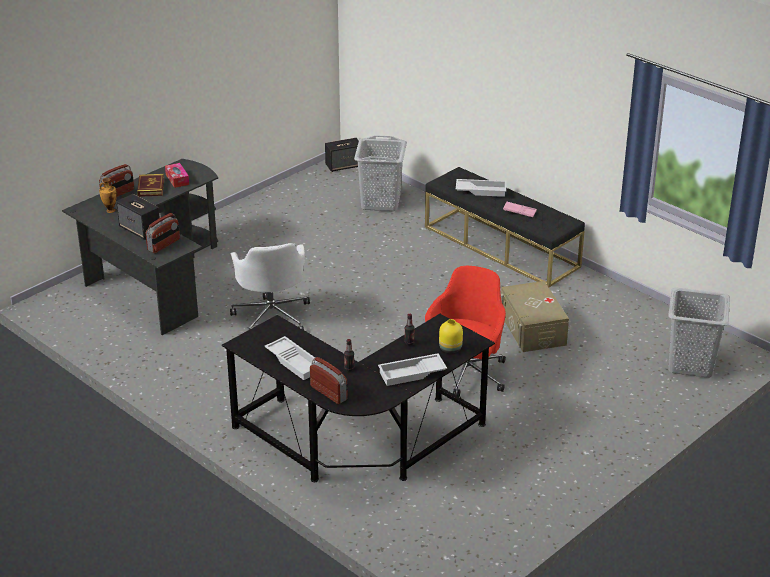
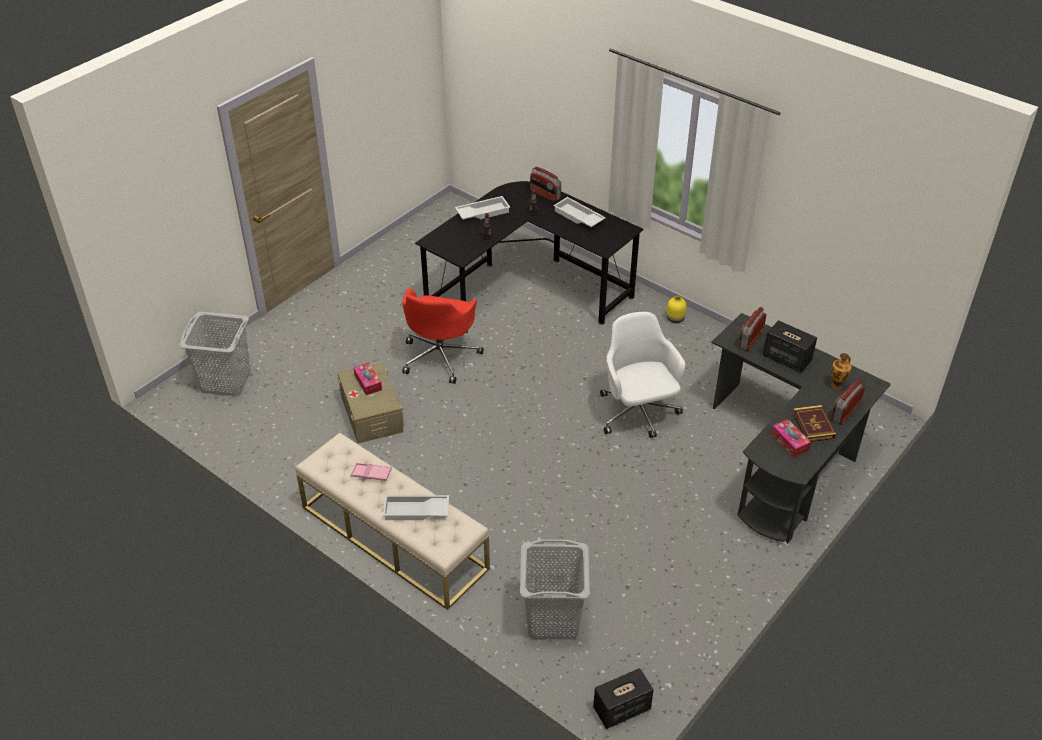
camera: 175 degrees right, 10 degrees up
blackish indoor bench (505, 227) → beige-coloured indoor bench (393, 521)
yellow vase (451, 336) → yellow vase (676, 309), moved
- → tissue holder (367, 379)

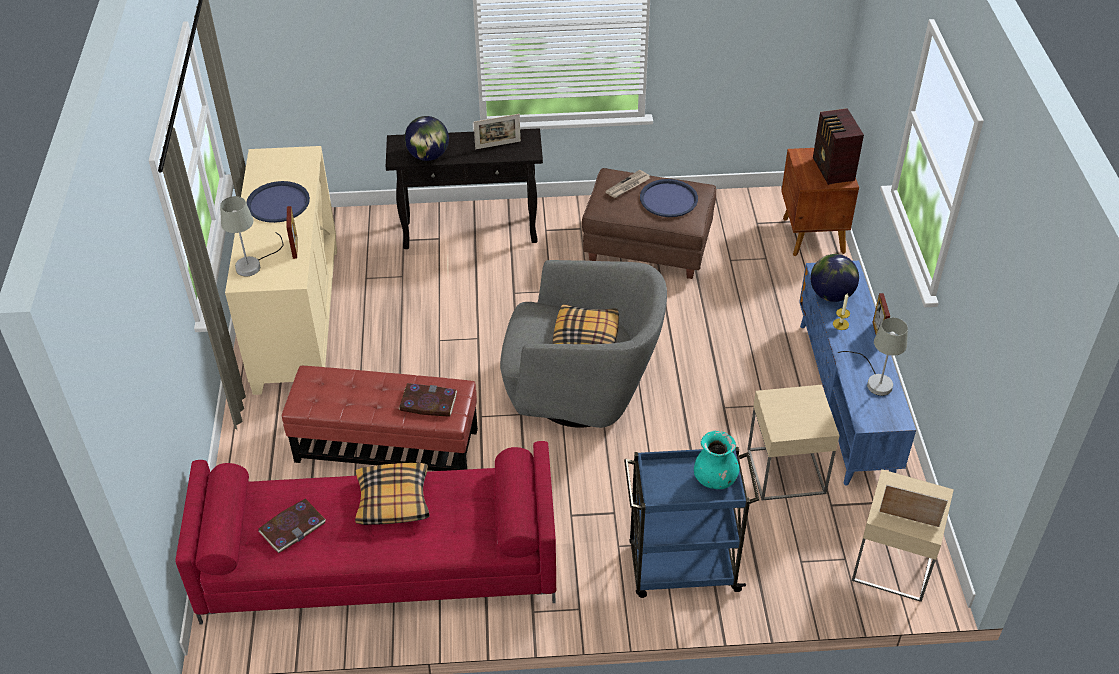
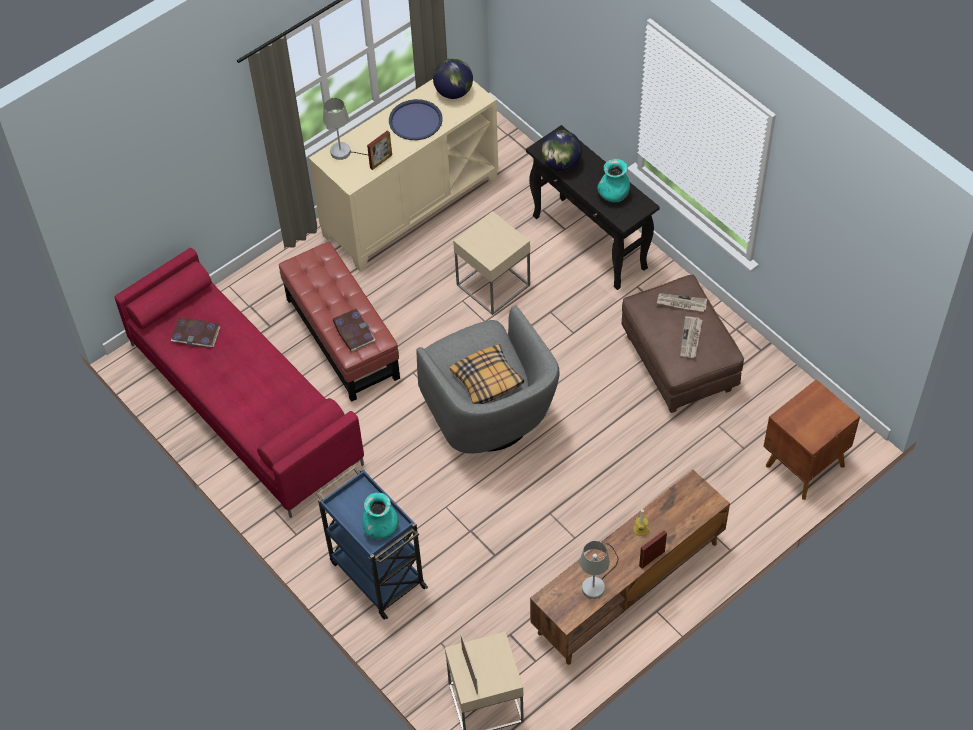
camera: 55 degrees right, 10 degrees up
cushion (392, 494) → -
photo frame (497, 131) → turquoise vase (614, 180)
bluish carrying tray (669, 198) → daily paper (691, 337)
beige-coloured end table (793, 443) → beige-coloured end table (491, 263), moved
bluish media console (857, 373) → brown media console (630, 567)
world globe (834, 278) → world globe (453, 78), moved
radio set (838, 146) → -

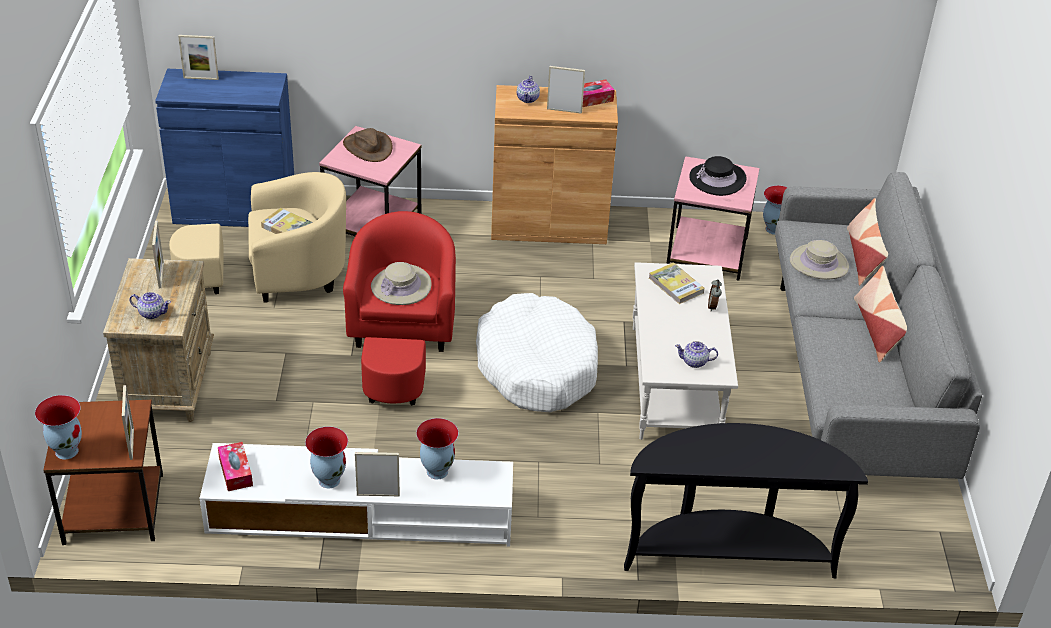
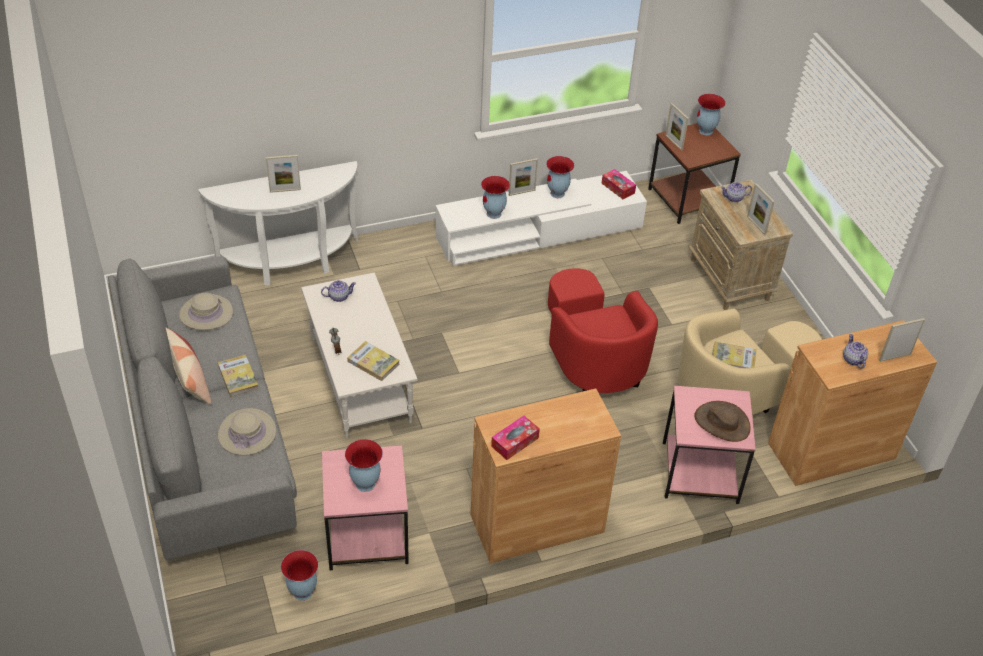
camera: 160 degrees right, 5 degrees up
bluish cabinet (224, 148) → brown cabinet (852, 403)
beige-coloured wearable hat (401, 283) → beige-coloured wearable hat (206, 311), moved
white-coloured dog cushion (537, 352) → -
pot for tea (528, 89) → pot for tea (855, 351), moved
photo frame (566, 90) → photo frame (283, 174), moved
blackish hall table (746, 500) → white-coloured hall table (278, 223)
blackish wearable hat (718, 176) → vase (364, 465)
cushion (867, 242) → -
- → volume (238, 376)

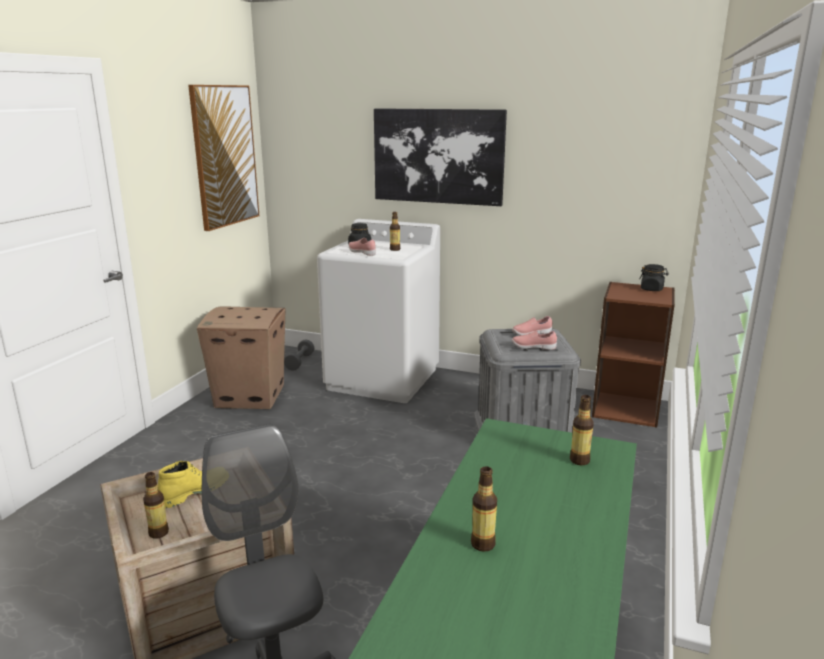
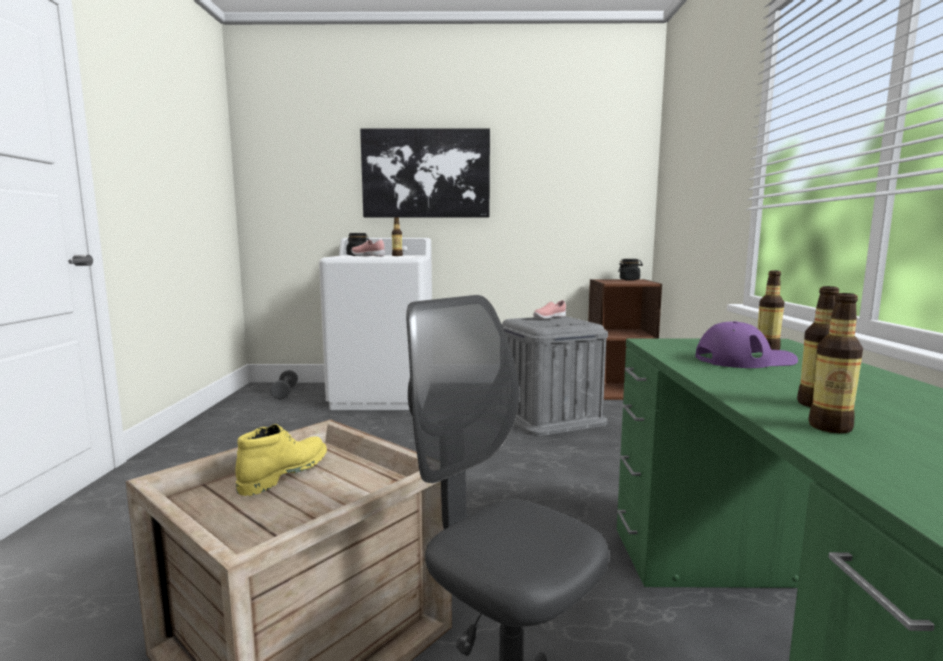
camera: 20 degrees left, 10 degrees down
beverage bottle (156, 505) → beverage bottle (835, 363), moved
picture (223, 158) → -
cardboard box (241, 357) → -
pink-coloured low shoe (534, 340) → -
- → purplish cap (746, 344)

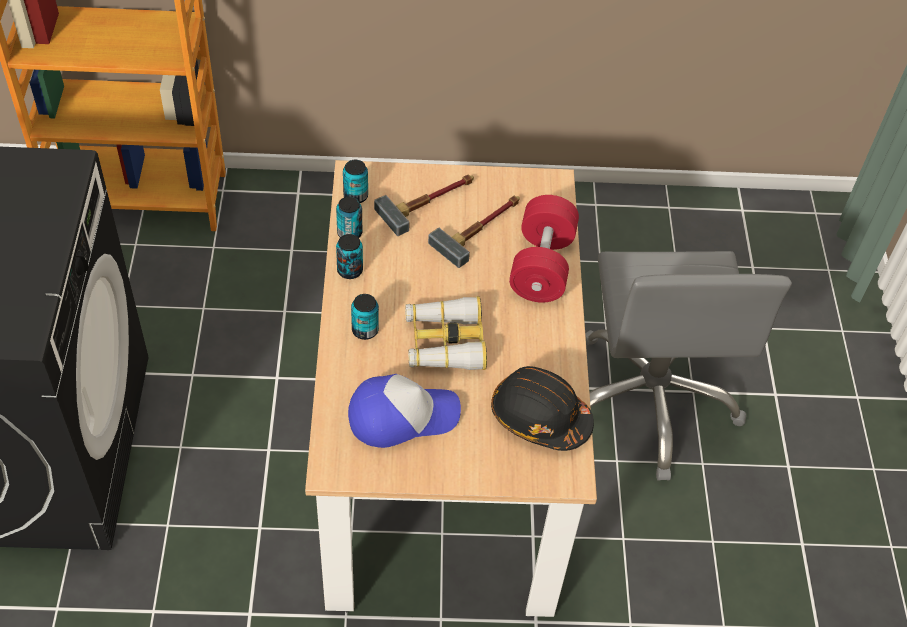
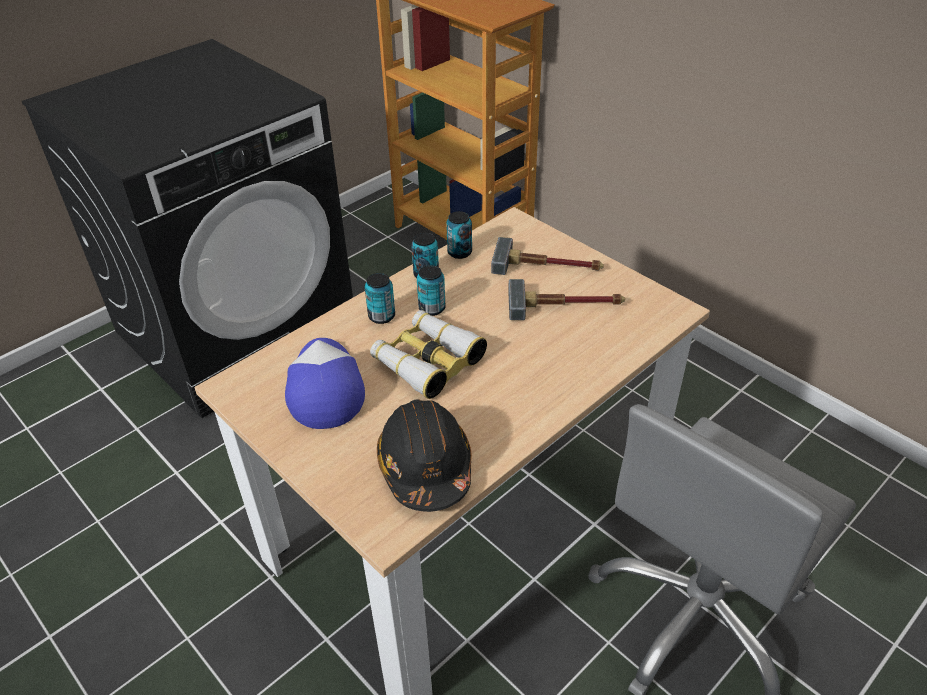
camera: 50 degrees right, 10 degrees down
sealed can (355, 181) → sealed can (431, 290), moved
cap (404, 411) → cap (325, 383), 135 degrees counterclockwise
red-coloured free weight (544, 249) → -

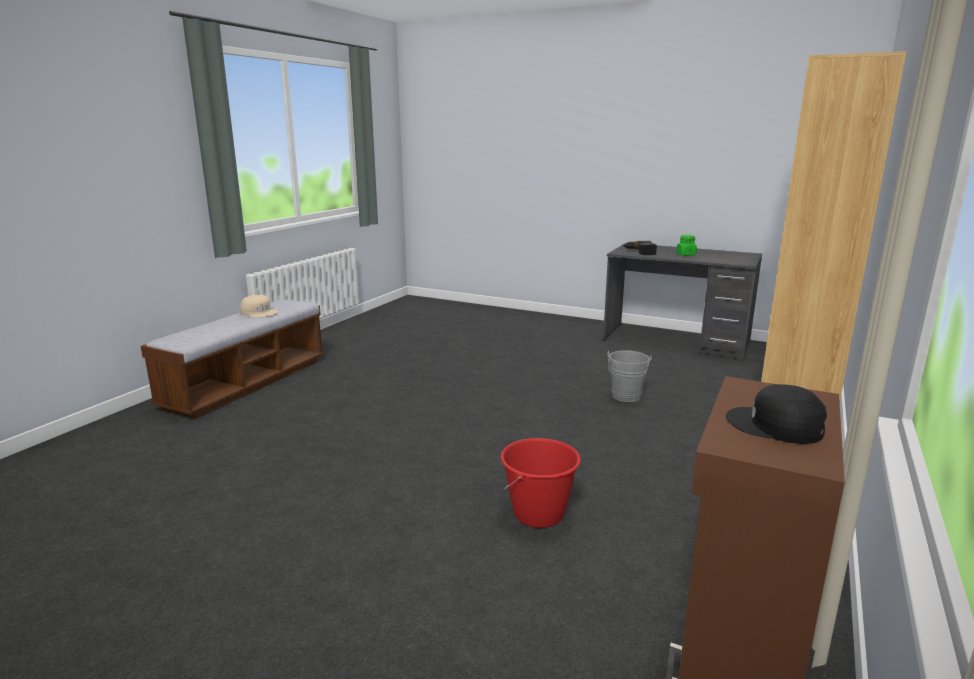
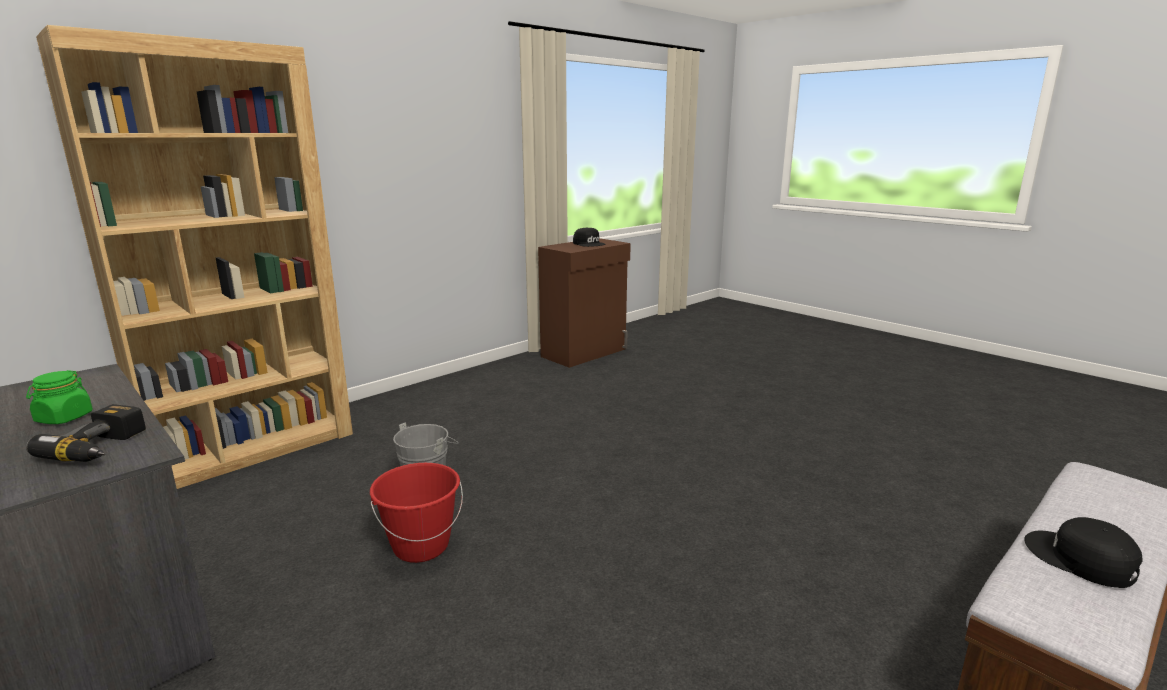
camera: 160 degrees left, 0 degrees up
beige-coloured cap (259, 306) → blackish cap (1084, 552)
red-coloured water bucket (541, 483) → red-coloured water bucket (416, 513), moved

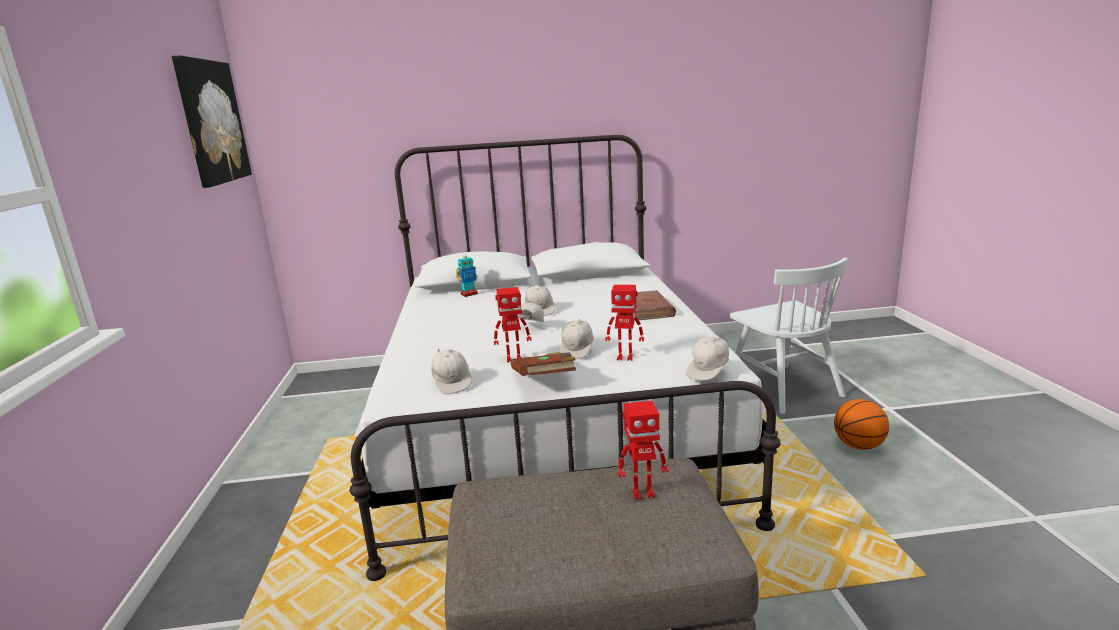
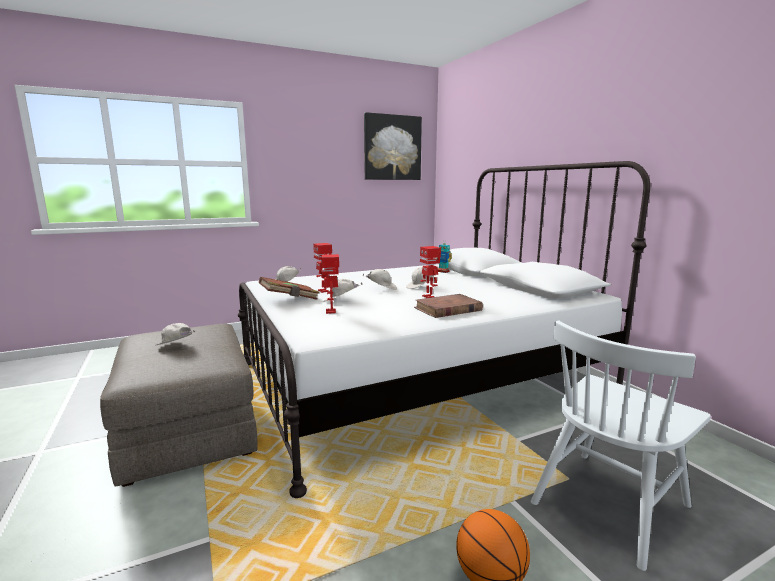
camera: 70 degrees right, 5 degrees down
toy robot (643, 450) → toy robot (430, 272), moved
white-coloured cap (707, 358) → white-coloured cap (175, 334), moved

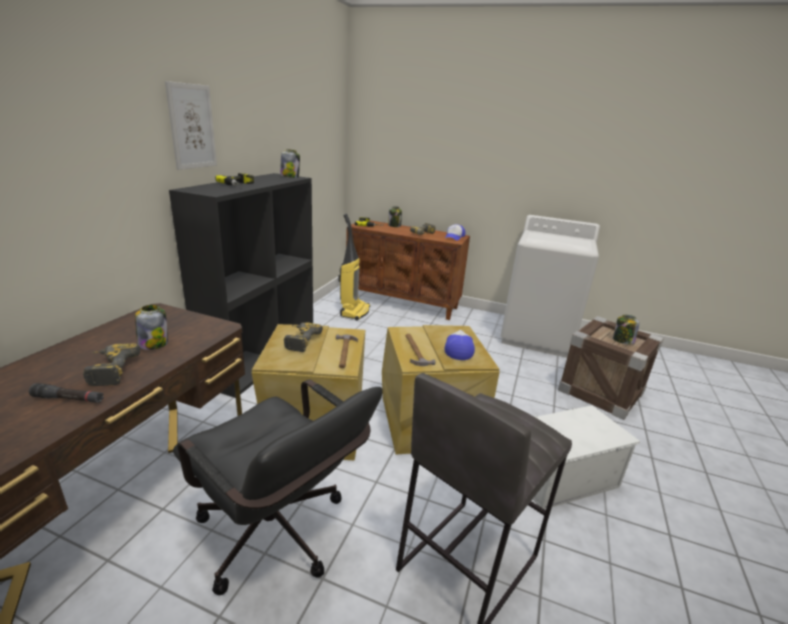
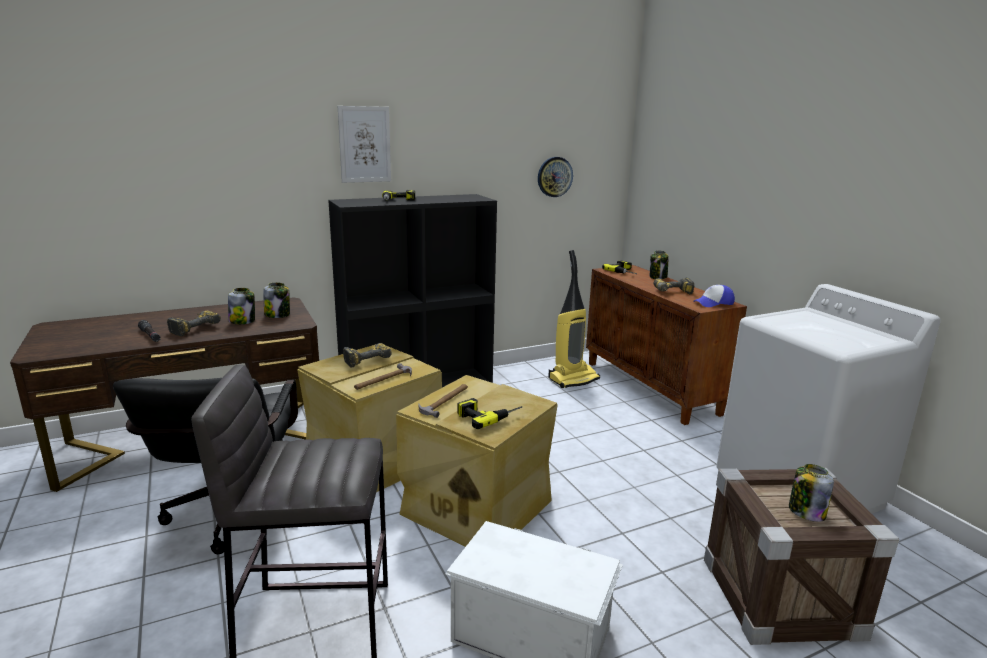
camera: 45 degrees right, 5 degrees down
storage jar (290, 163) → storage jar (276, 300), moved
cap (459, 345) → power drill (489, 413)
- → hanging clock (555, 177)

